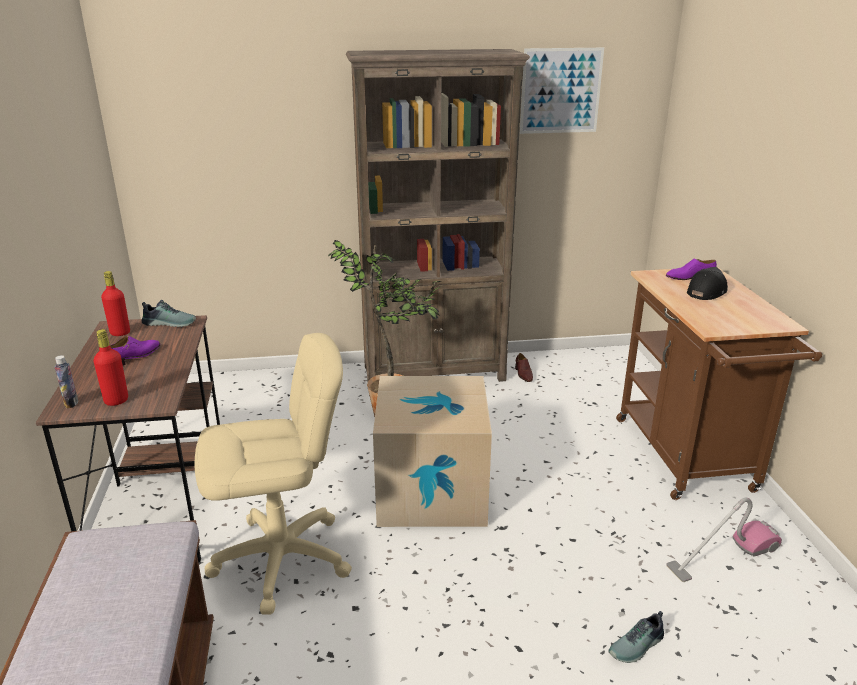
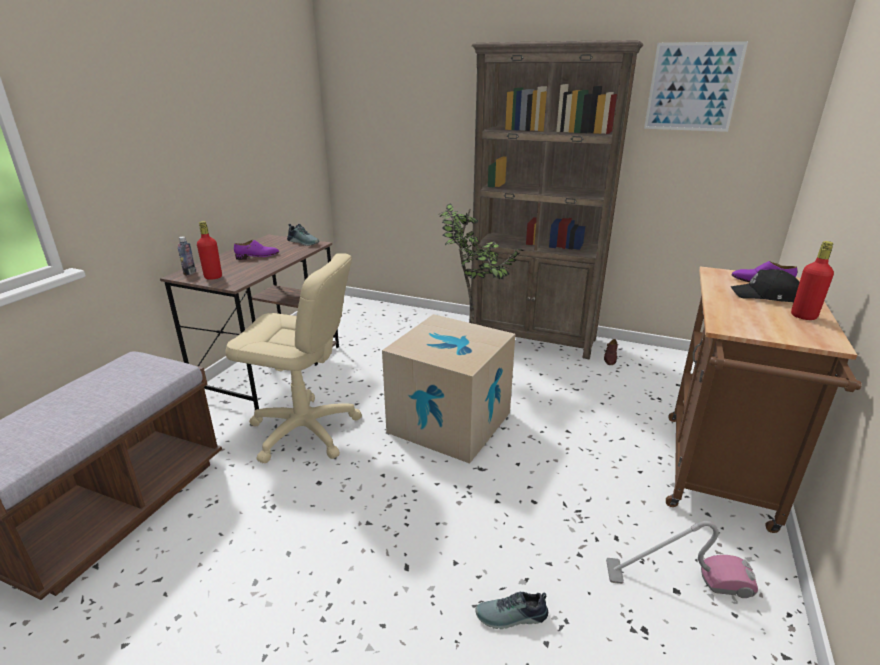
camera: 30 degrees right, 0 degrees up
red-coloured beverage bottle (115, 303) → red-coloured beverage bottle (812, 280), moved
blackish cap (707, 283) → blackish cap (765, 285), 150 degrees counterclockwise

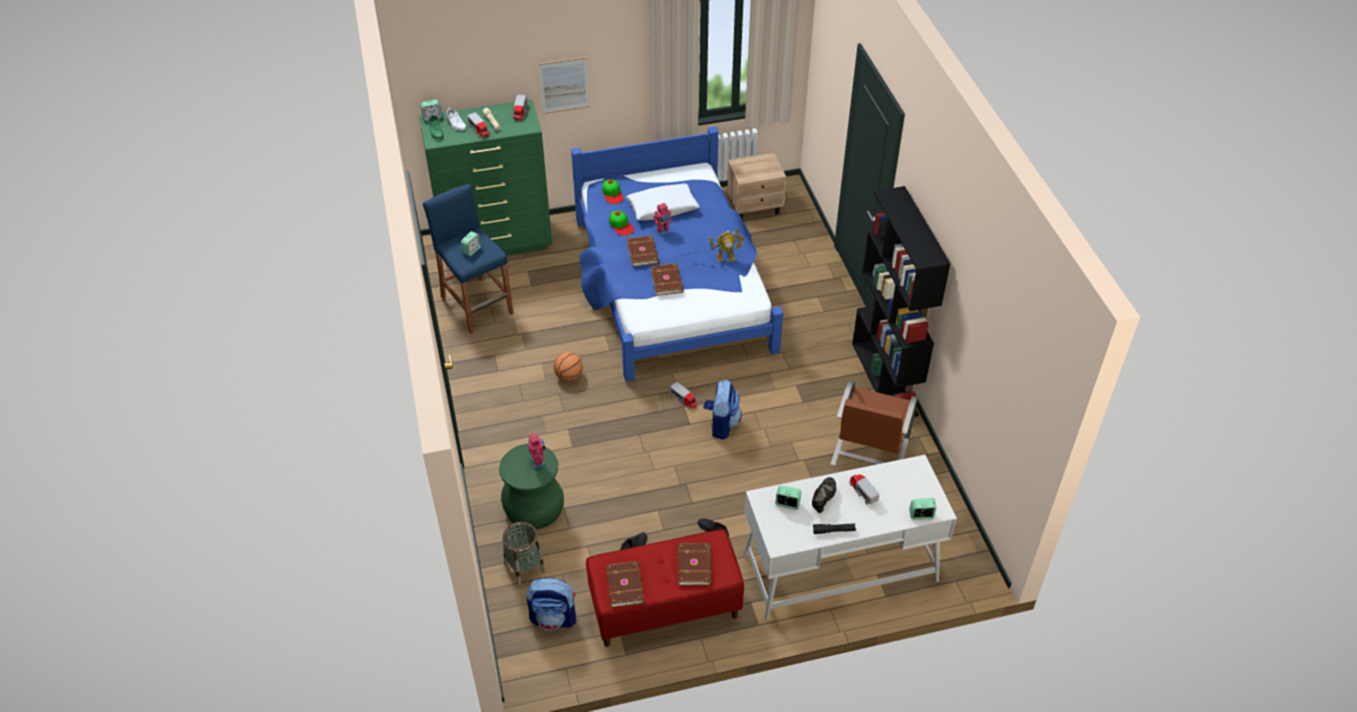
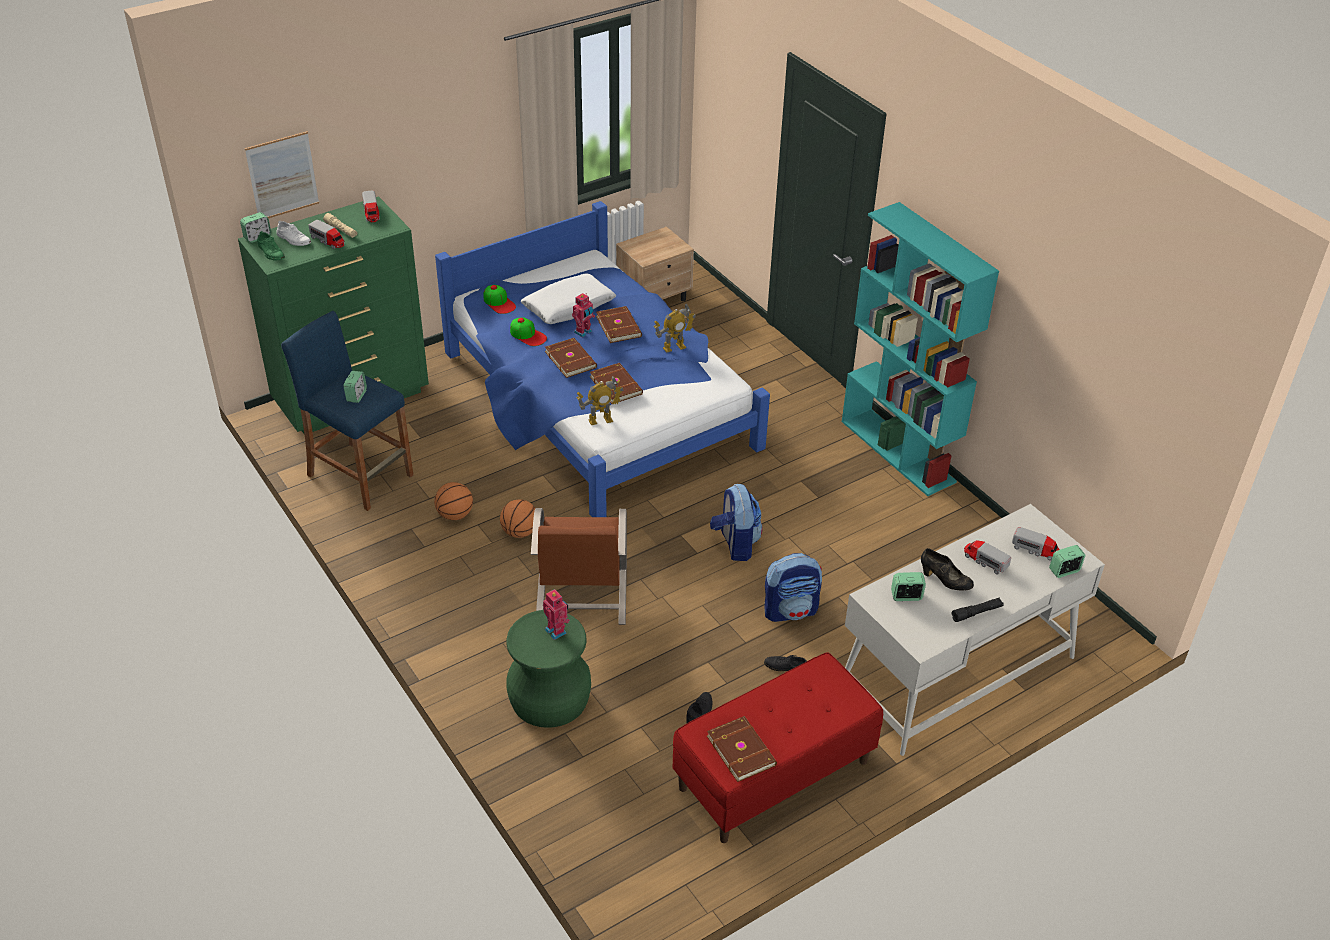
camera: 20 degrees left, 5 degrees down
basket (524, 553) → -
backpack (551, 604) → backpack (793, 587), moved
picture (564, 85) → picture (282, 174), moved
toy lorry (683, 395) → toy lorry (1036, 544), moved
brown volume (695, 564) → brown volume (619, 324), moved
blackish low shoe (824, 495) → blackish low shoe (947, 569), 120 degrees clockwise
brown upright chair (874, 423) → brown upright chair (579, 566), moved
blackish shelving unit (901, 301) → turquoise shelving unit (920, 349)
- → basketball ball (453, 501)
- → toy robot (600, 400)

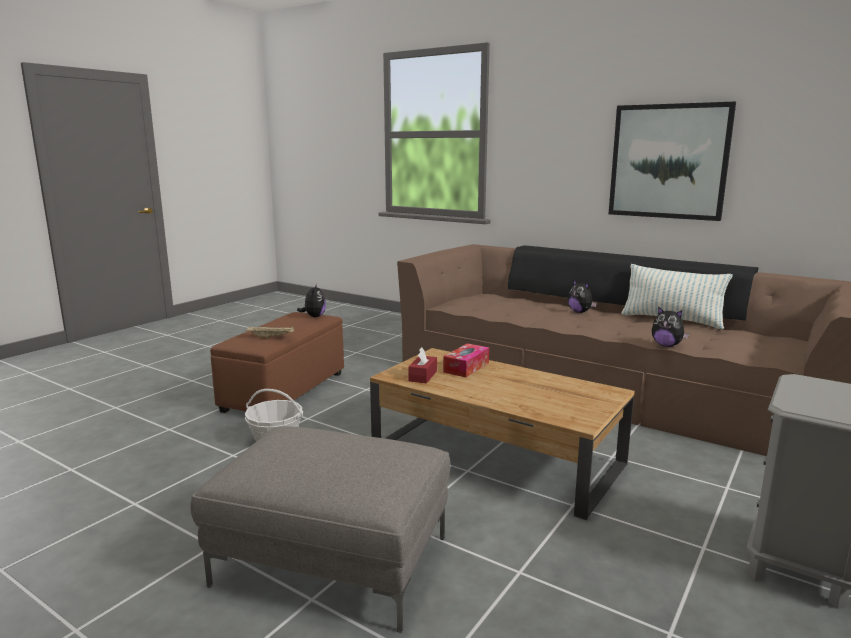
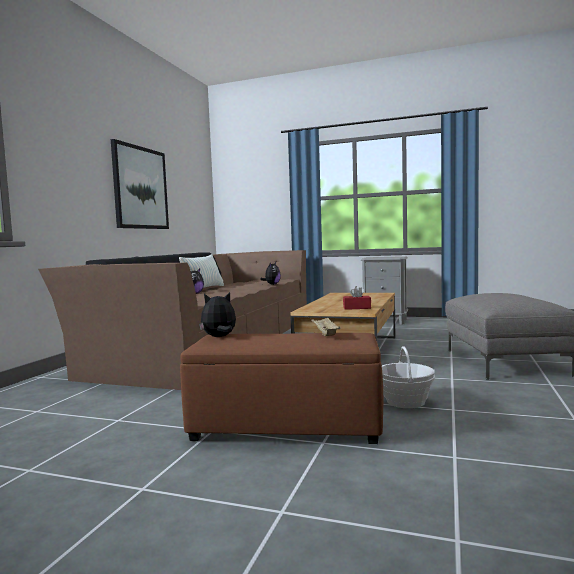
camera: 105 degrees left, 10 degrees down
tissue holder (466, 360) → -

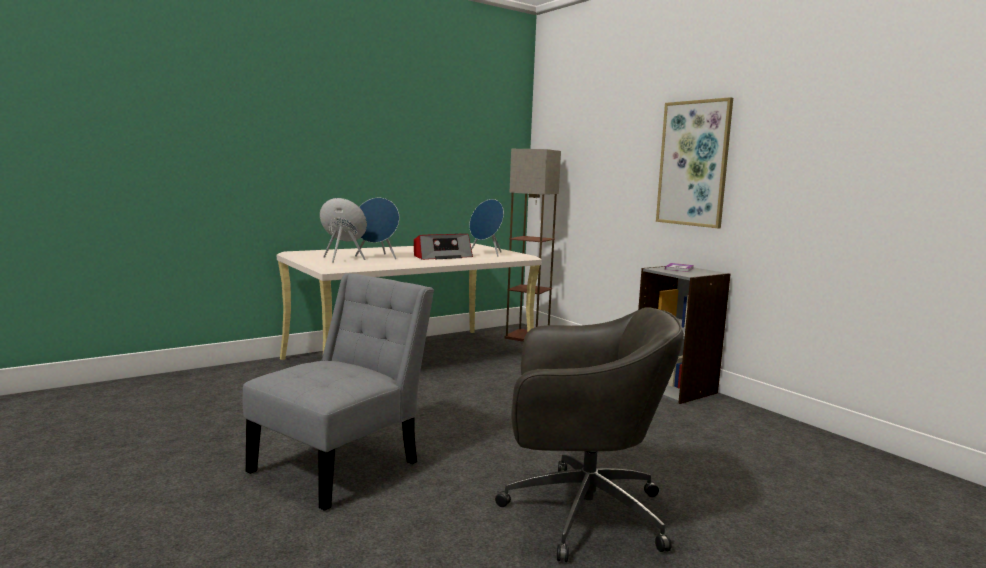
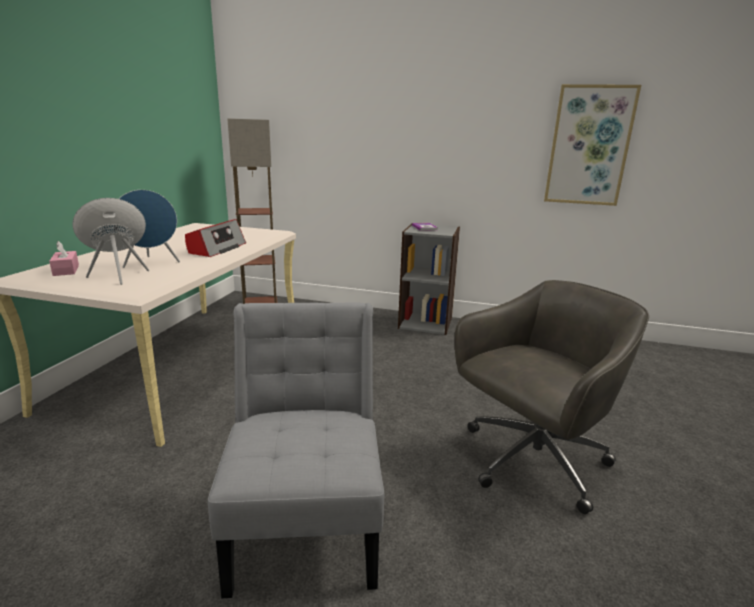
camera: 40 degrees left, 10 degrees up
bluish audio speaker (486, 227) → -
picture (694, 162) → picture (592, 145), moved
- → pink-coloured tissue holder (64, 258)

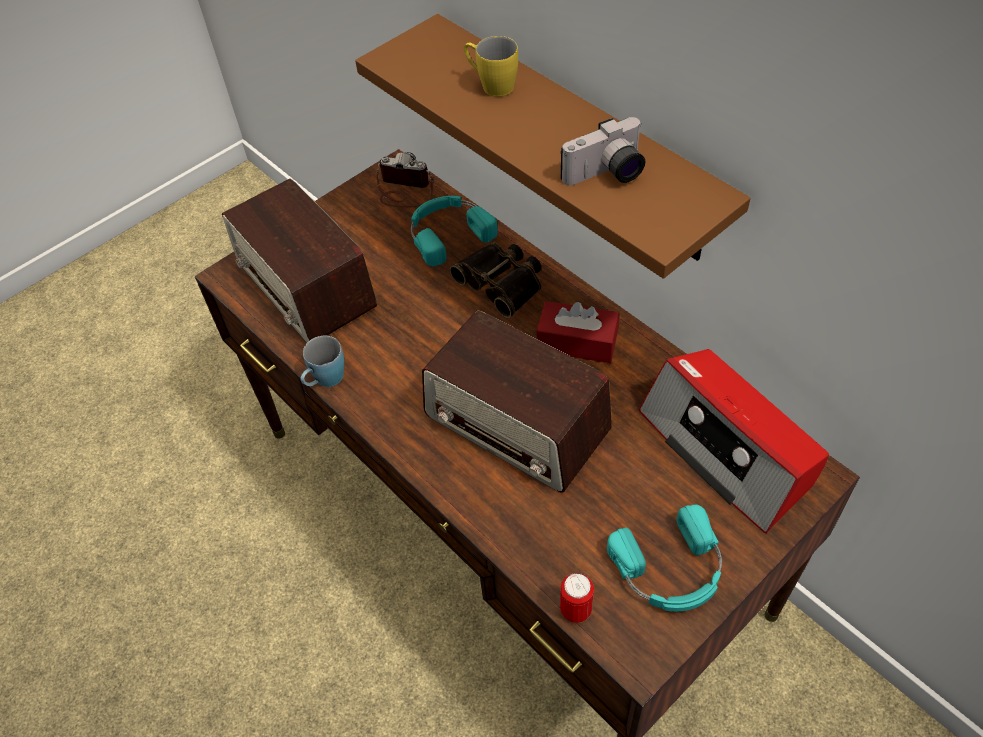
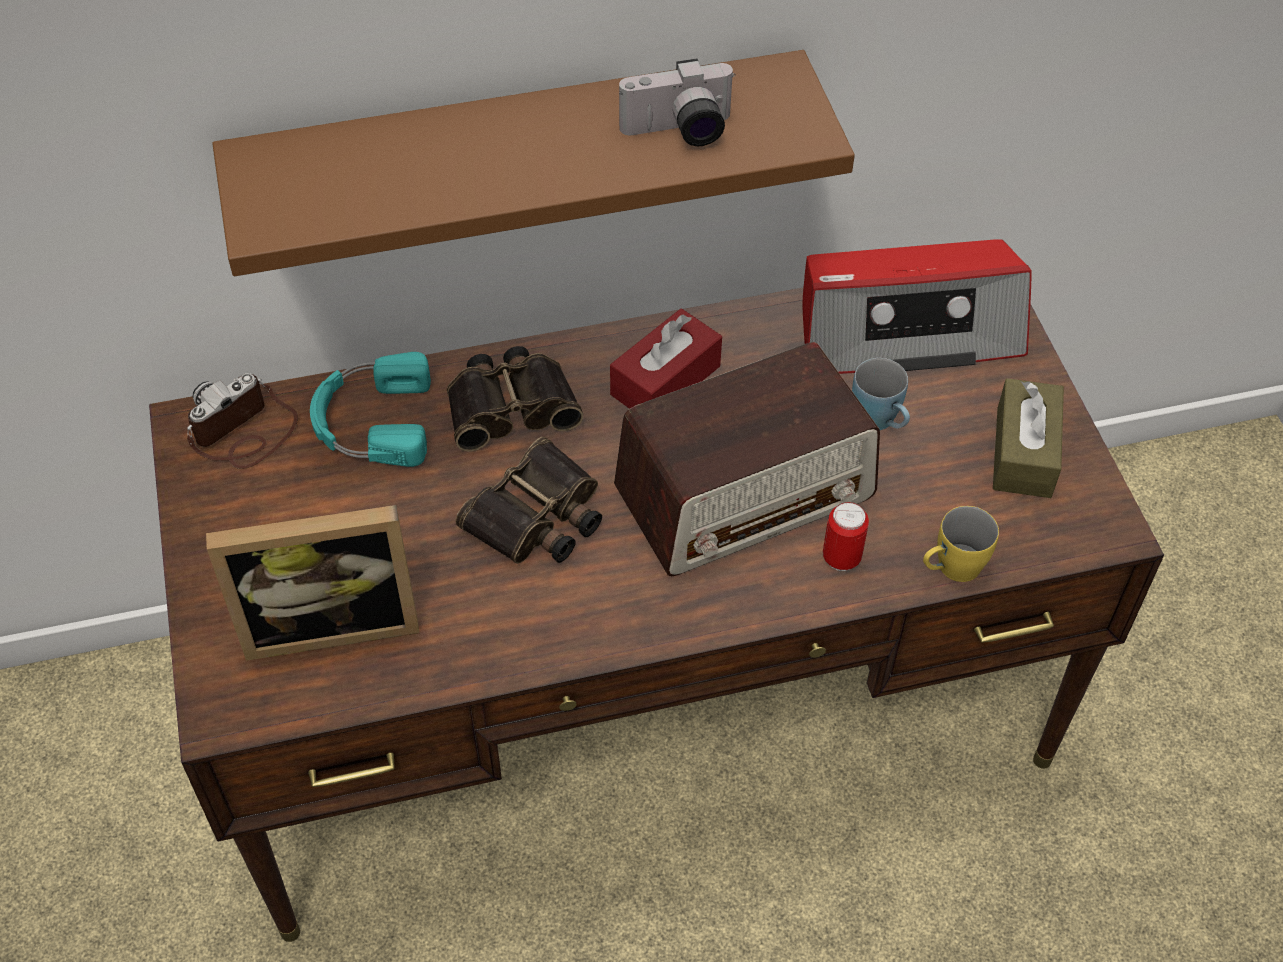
camera: 65 degrees left, 0 degrees up
radio set (299, 260) → photo frame (312, 583)
bluish mug (322, 361) → bluish mug (881, 394), moved
yellow mug (491, 66) → yellow mug (961, 544), moved
sealed can (577, 598) → sealed can (846, 536), moved
photo camera (603, 151) → photo camera (677, 102), 75 degrees clockwise
turquoise pair of headphones (664, 558) → brown tissue holder (1028, 438)
- → pair of binoculars (528, 500)

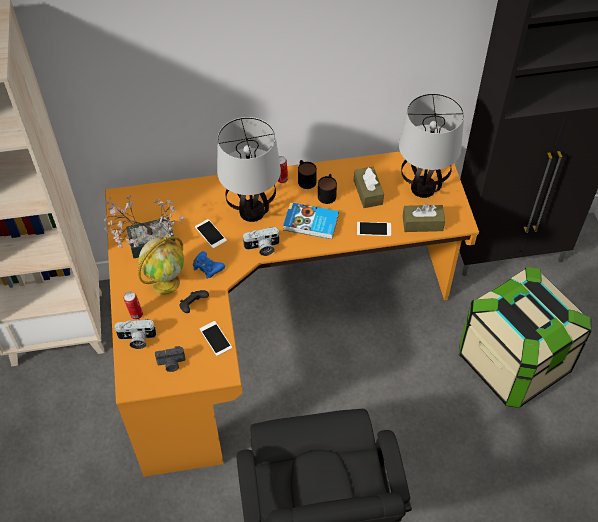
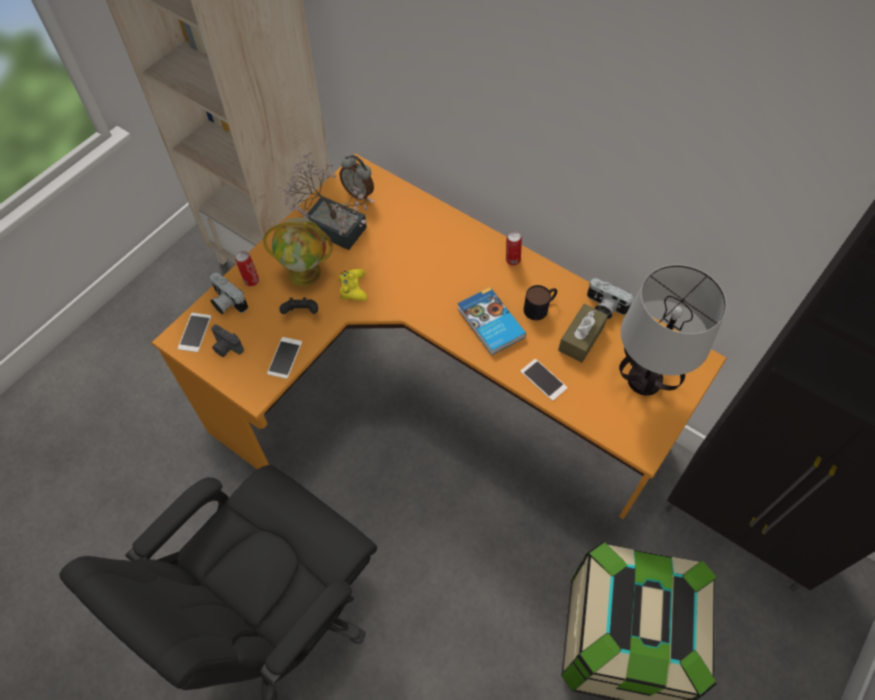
camera: 45 degrees right, 5 degrees up
bluish game controller (209, 265) → yellow game controller (353, 285)
phone (211, 234) → phone (195, 332), moved
lamp for a table (249, 169) → -
photo camera (261, 241) → photo camera (610, 298), moved
mug (307, 174) → -
brown tissue holder (424, 218) → -
- → bedside clock (357, 178)

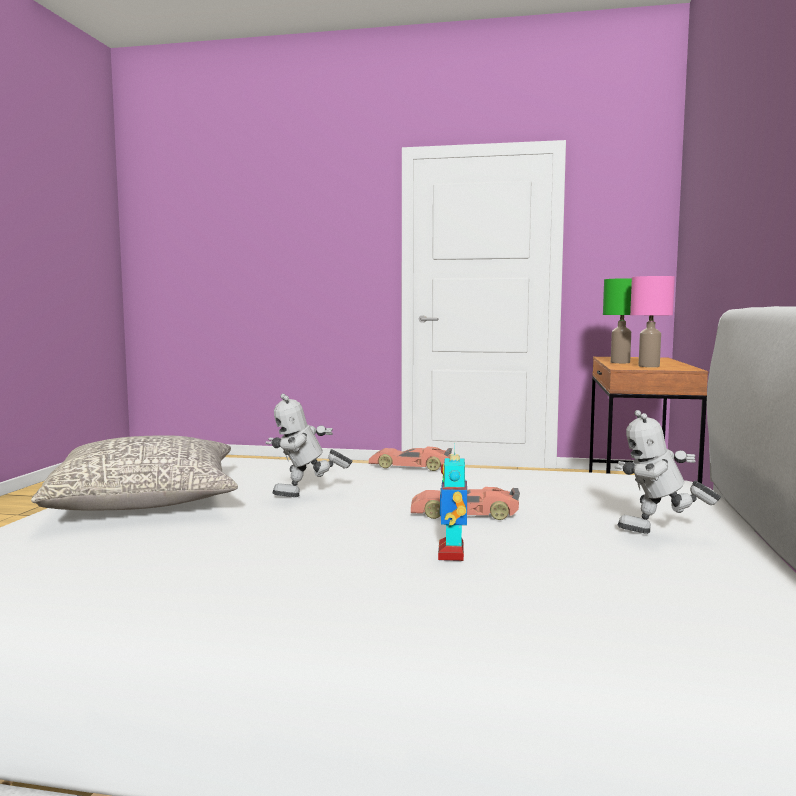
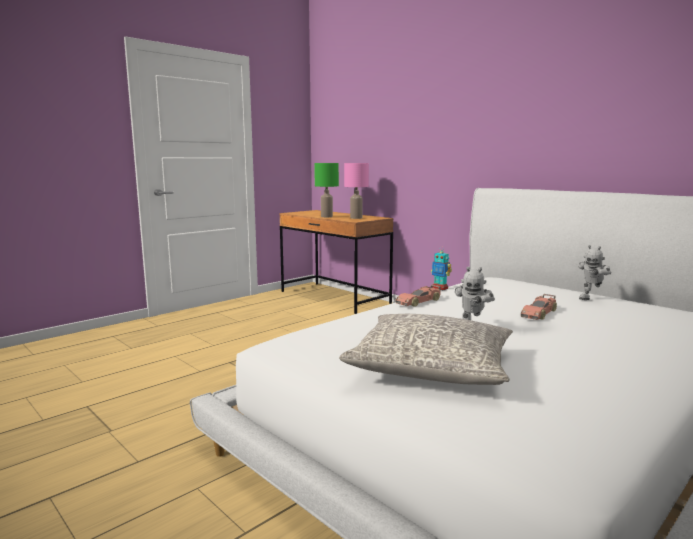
camera: 55 degrees left, 5 degrees up
toy robot (452, 504) → toy robot (441, 270), moved

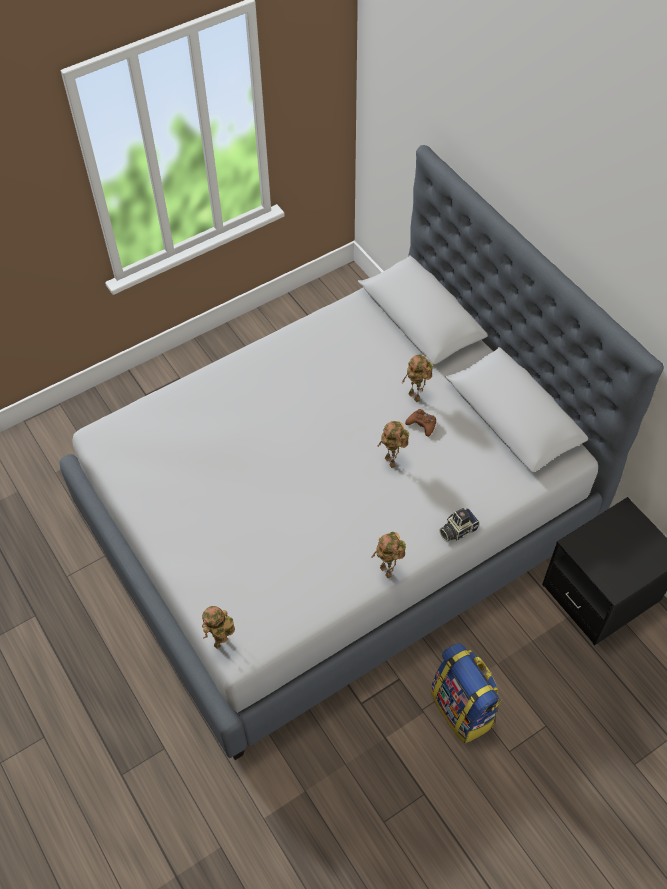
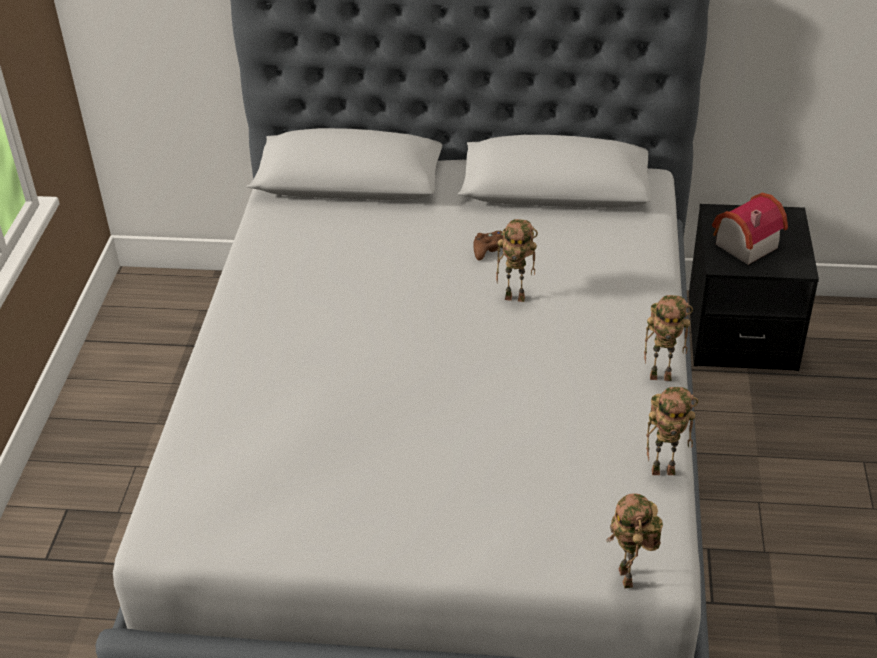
camera: 50 degrees left, 15 degrees down
toy robot (417, 378) → toy robot (672, 431), moved
backpack (466, 693) → -
photo camera (459, 525) → -
- → toy house (750, 228)

